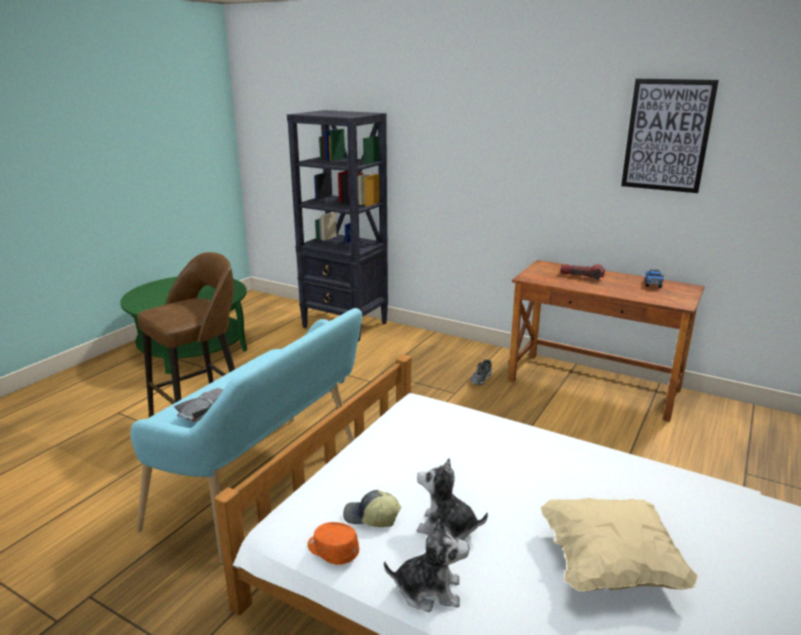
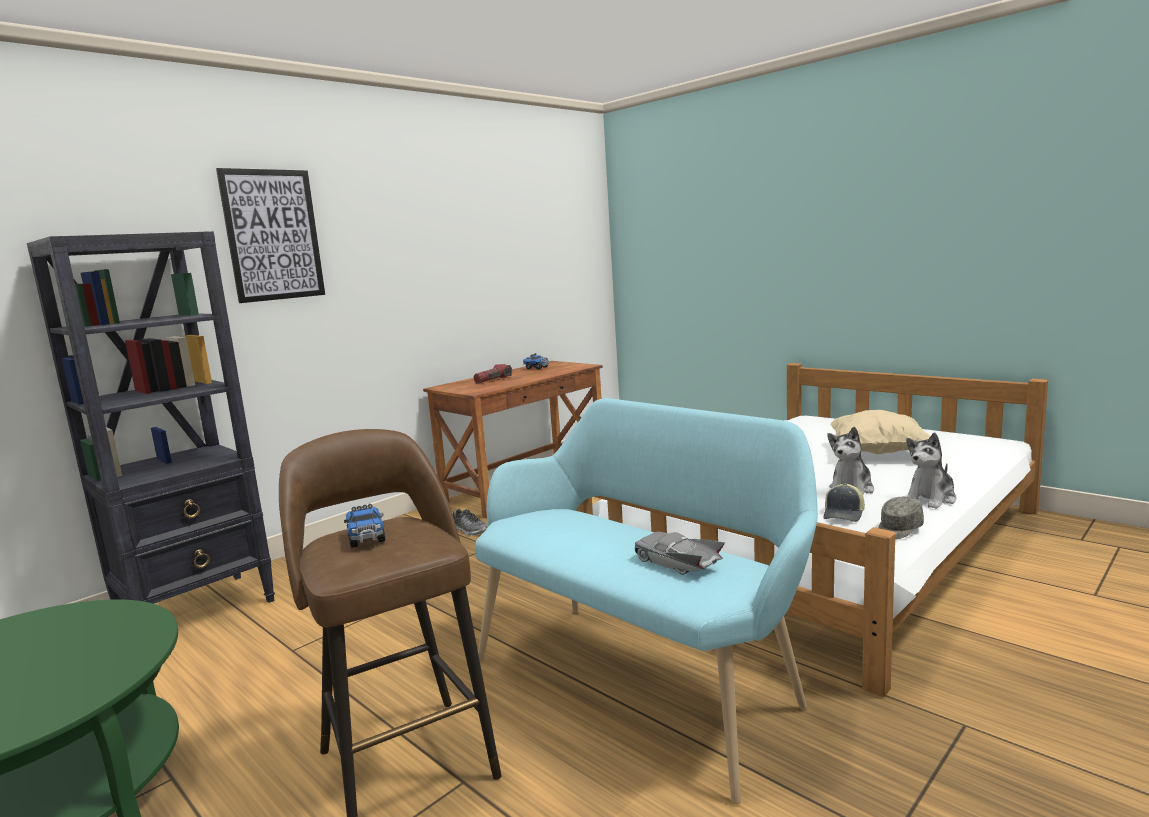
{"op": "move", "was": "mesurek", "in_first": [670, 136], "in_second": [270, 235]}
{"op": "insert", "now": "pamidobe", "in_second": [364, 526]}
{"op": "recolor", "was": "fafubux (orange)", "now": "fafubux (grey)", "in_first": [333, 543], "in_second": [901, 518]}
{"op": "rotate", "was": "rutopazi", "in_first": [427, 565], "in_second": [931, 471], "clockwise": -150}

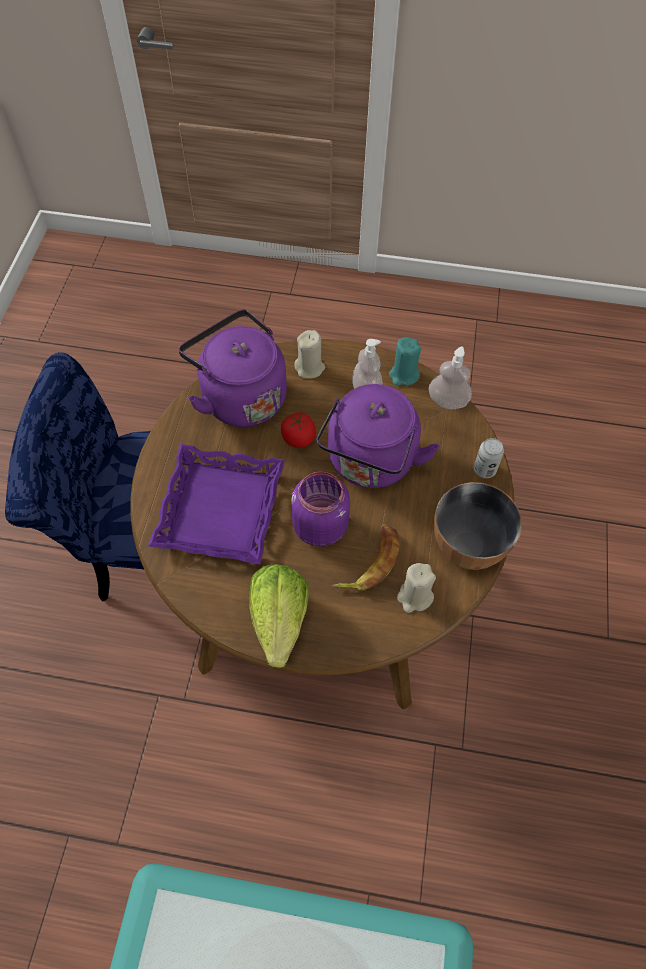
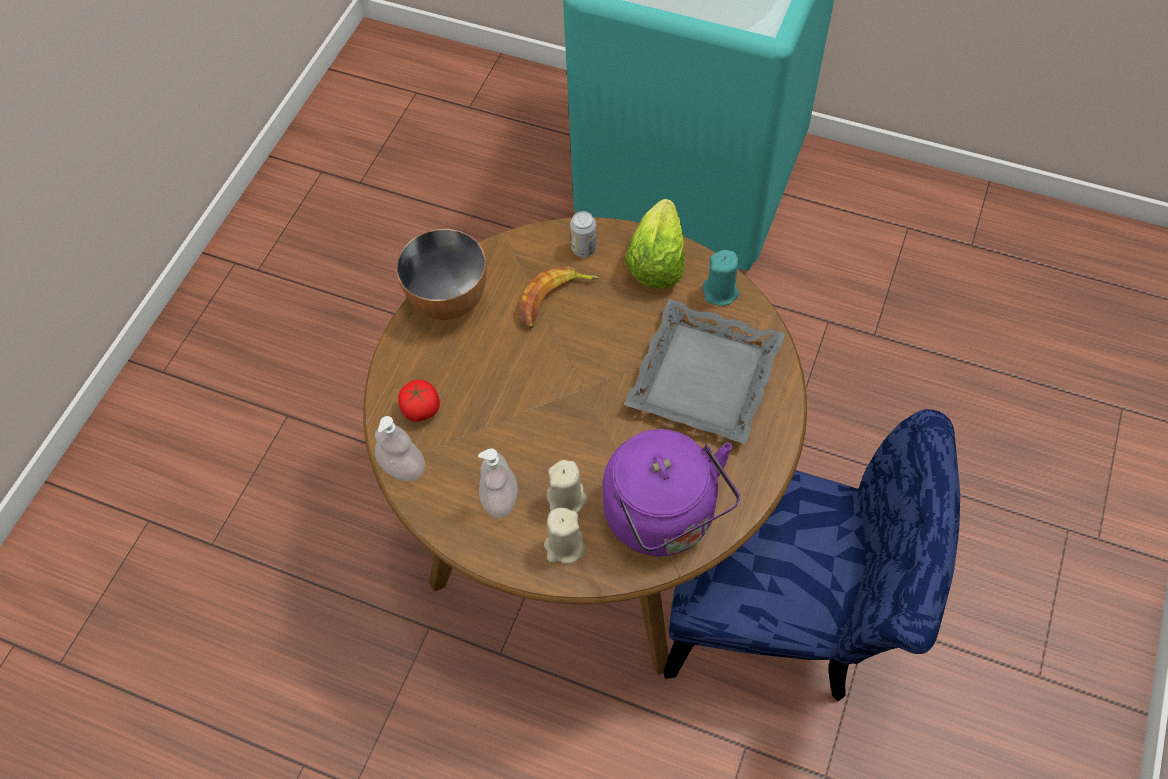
{"op": "move", "was": "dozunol", "in_first": [298, 430], "in_second": [419, 401]}
{"op": "move", "was": "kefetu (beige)", "in_first": [416, 588], "in_second": [566, 486]}
{"op": "move", "was": "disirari", "in_first": [489, 458], "in_second": [583, 234]}
{"op": "recolor", "was": "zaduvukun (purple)", "now": "zaduvukun (grey)", "in_first": [216, 504], "in_second": [704, 371]}
{"op": "move", "was": "kefetu (turquoise)", "in_first": [405, 361], "in_second": [721, 278]}
{"op": "delete", "was": "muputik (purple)", "in_first": [320, 509]}
{"op": "delete", "was": "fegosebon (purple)", "in_first": [378, 436]}

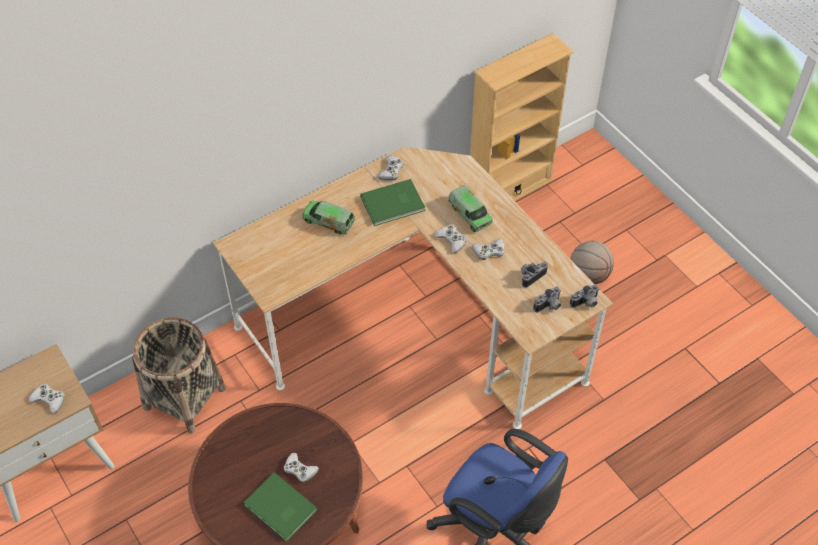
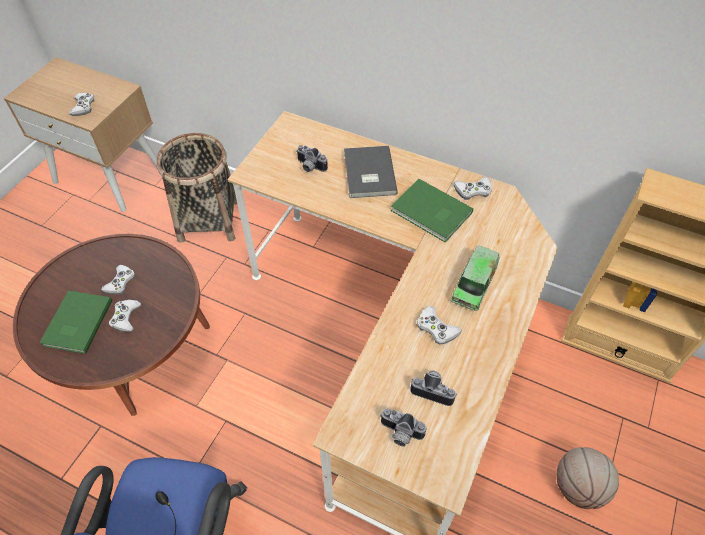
{"op": "move", "was": "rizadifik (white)", "in_first": [450, 239], "in_second": [118, 280]}
{"op": "move", "was": "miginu", "in_first": [585, 296], "in_second": [312, 158]}
{"op": "replace", "was": "pamidobe", "now": "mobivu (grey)", "in_first": [328, 218], "in_second": [371, 172]}

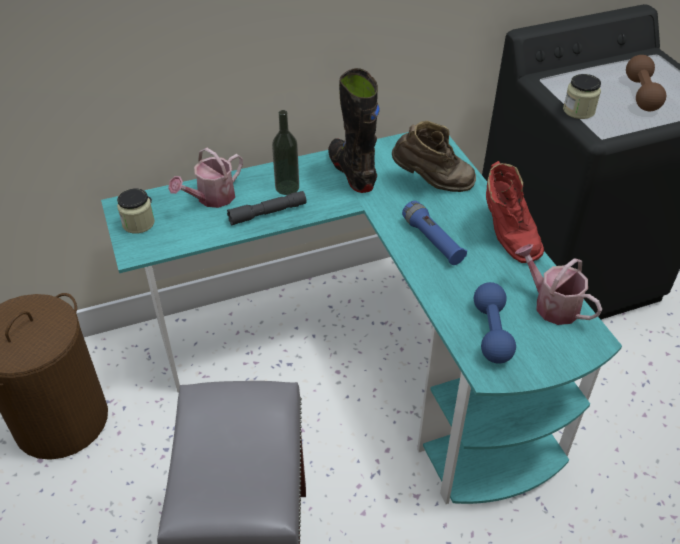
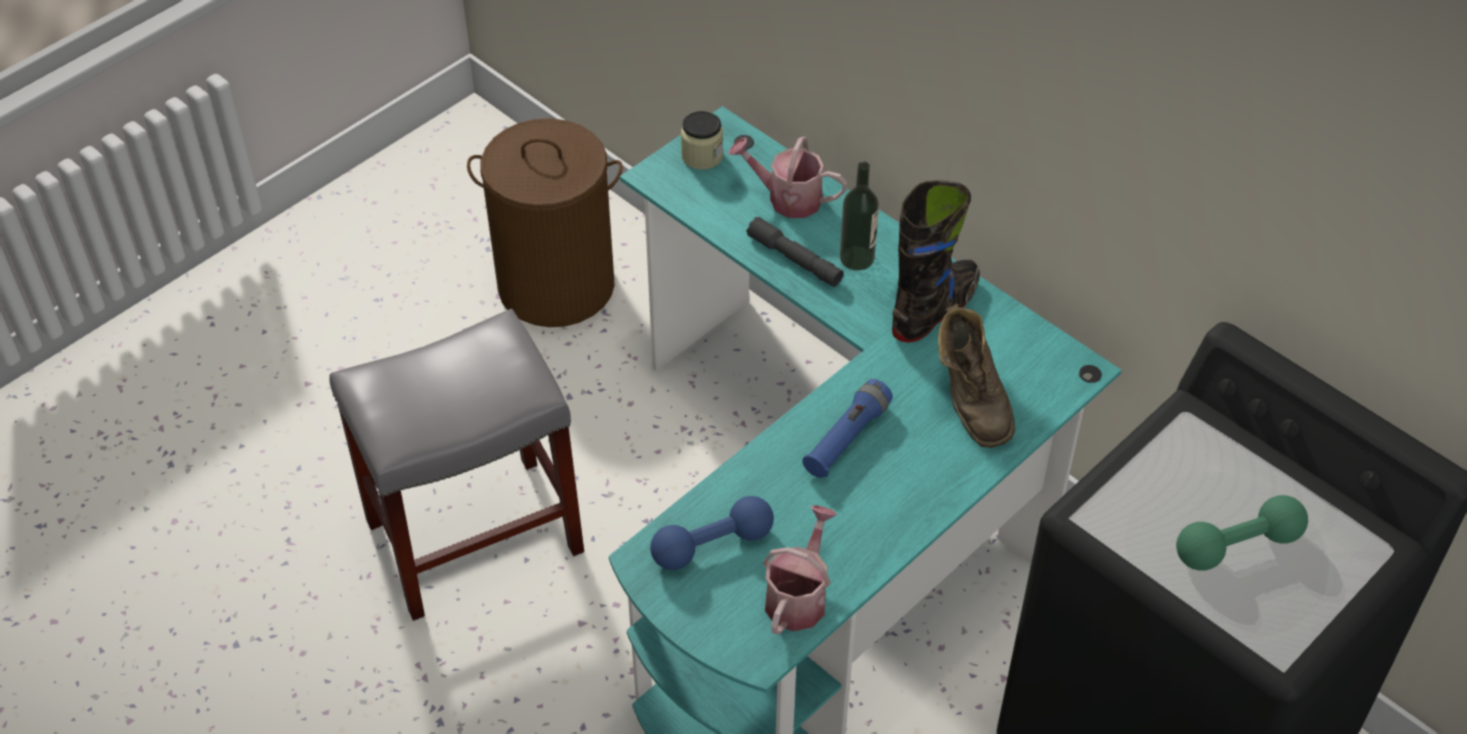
{"op": "recolor", "was": "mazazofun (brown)", "now": "mazazofun (green)", "in_first": [646, 83], "in_second": [1242, 533]}
{"op": "delete", "was": "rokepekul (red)", "in_first": [515, 212]}
{"op": "delete", "was": "muputik", "in_first": [582, 96]}

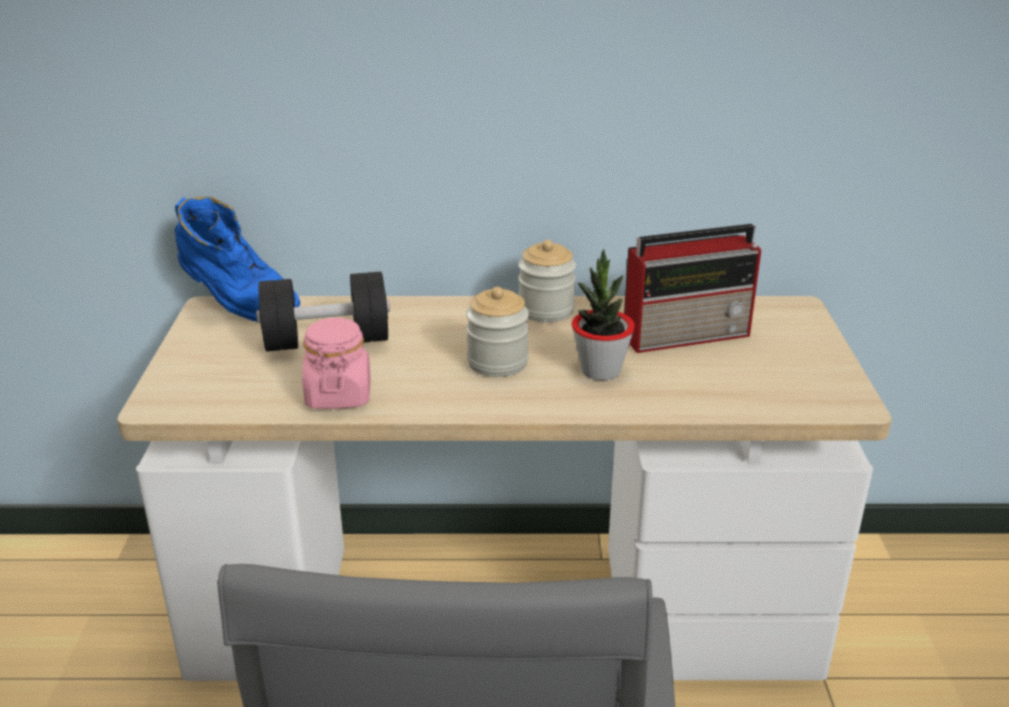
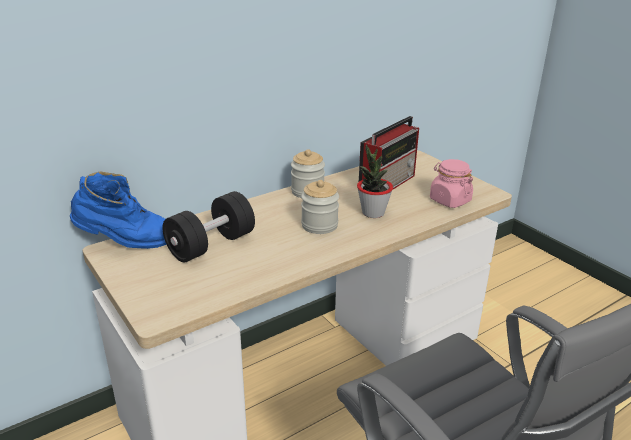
{"op": "move", "was": "muputik (pink)", "in_first": [336, 363], "in_second": [451, 183]}

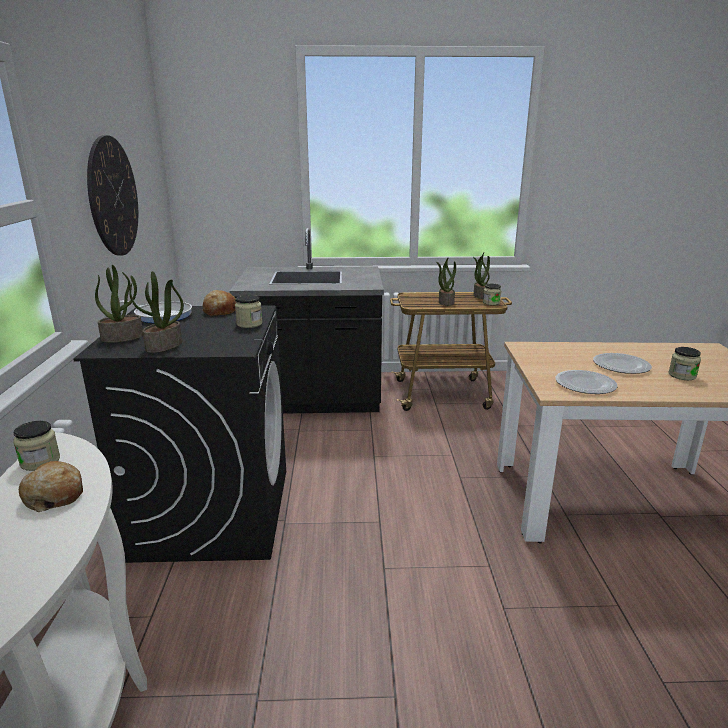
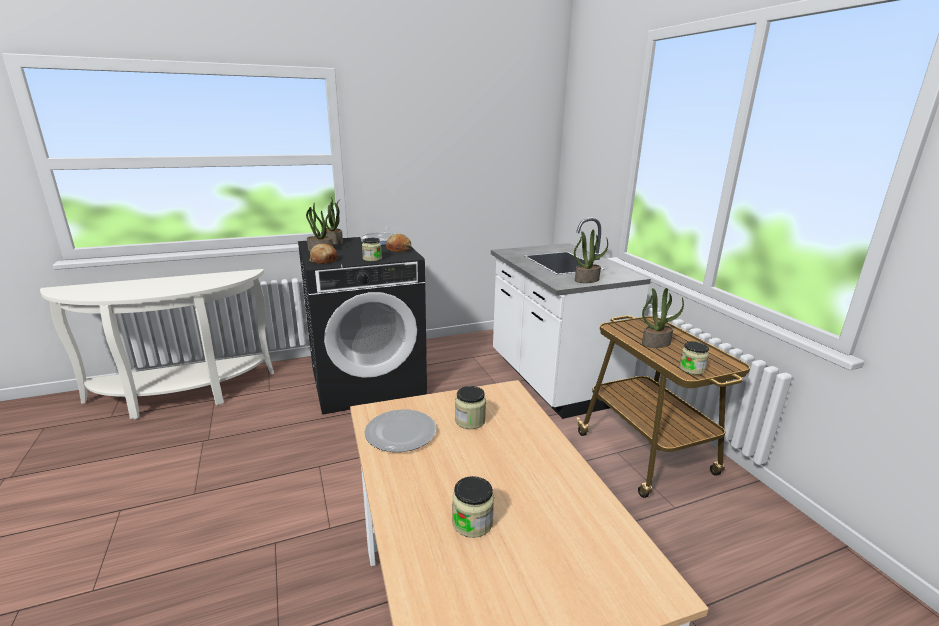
{"op": "move", "was": "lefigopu", "in_first": [51, 486], "in_second": [323, 254]}
{"op": "move", "was": "muputik", "in_first": [36, 446], "in_second": [470, 407]}
{"op": "recolor", "was": "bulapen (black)", "now": "bulapen (white)", "in_first": [306, 321], "in_second": [571, 318]}
{"op": "move", "was": "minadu", "in_first": [481, 276], "in_second": [591, 256]}
{"op": "delete", "was": "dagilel", "in_first": [112, 195]}
{"op": "delete", "was": "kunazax", "in_first": [622, 363]}

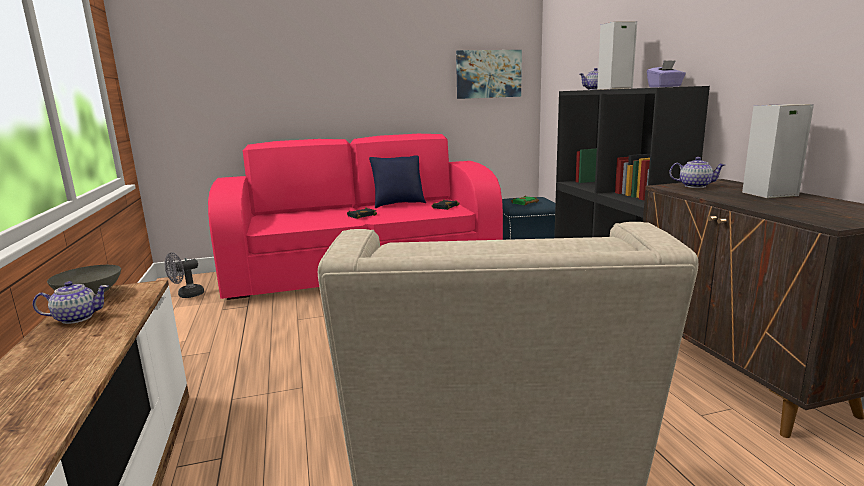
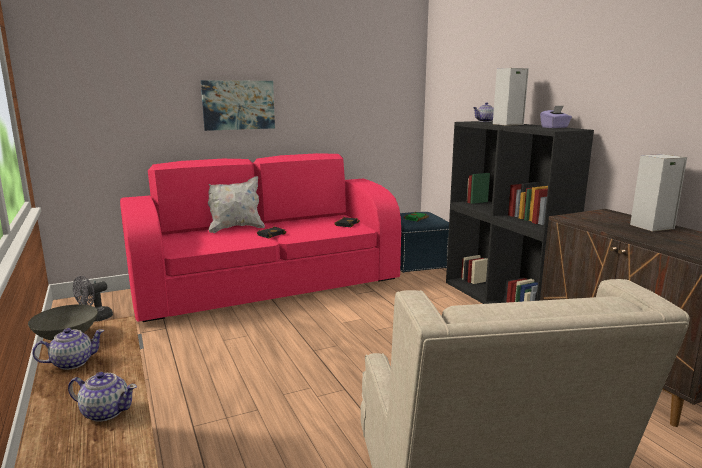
{"op": "move", "was": "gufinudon", "in_first": [697, 172], "in_second": [102, 397]}
{"op": "move", "was": "mesurek", "in_first": [489, 74], "in_second": [238, 105]}
{"op": "insert", "now": "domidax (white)", "in_second": [236, 204]}
{"op": "delete", "was": "domidax (blue)", "in_first": [397, 181]}

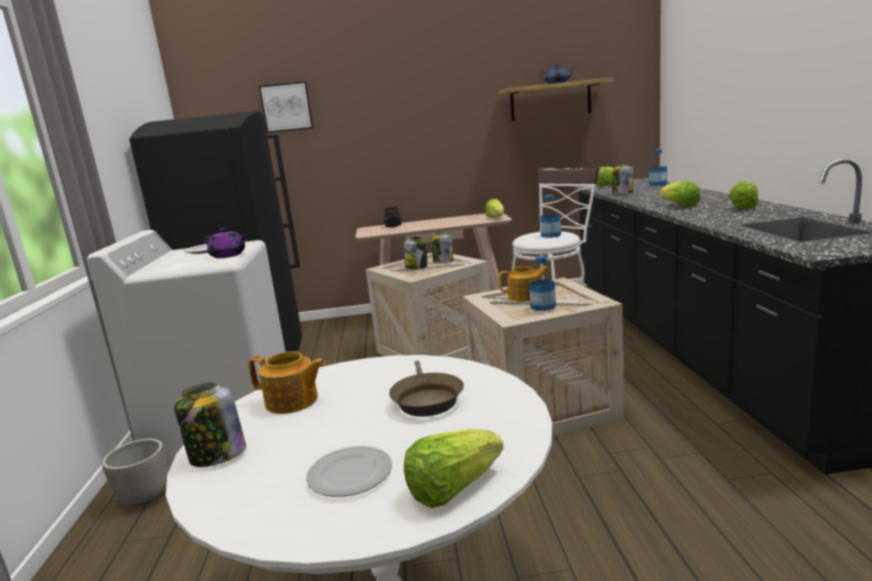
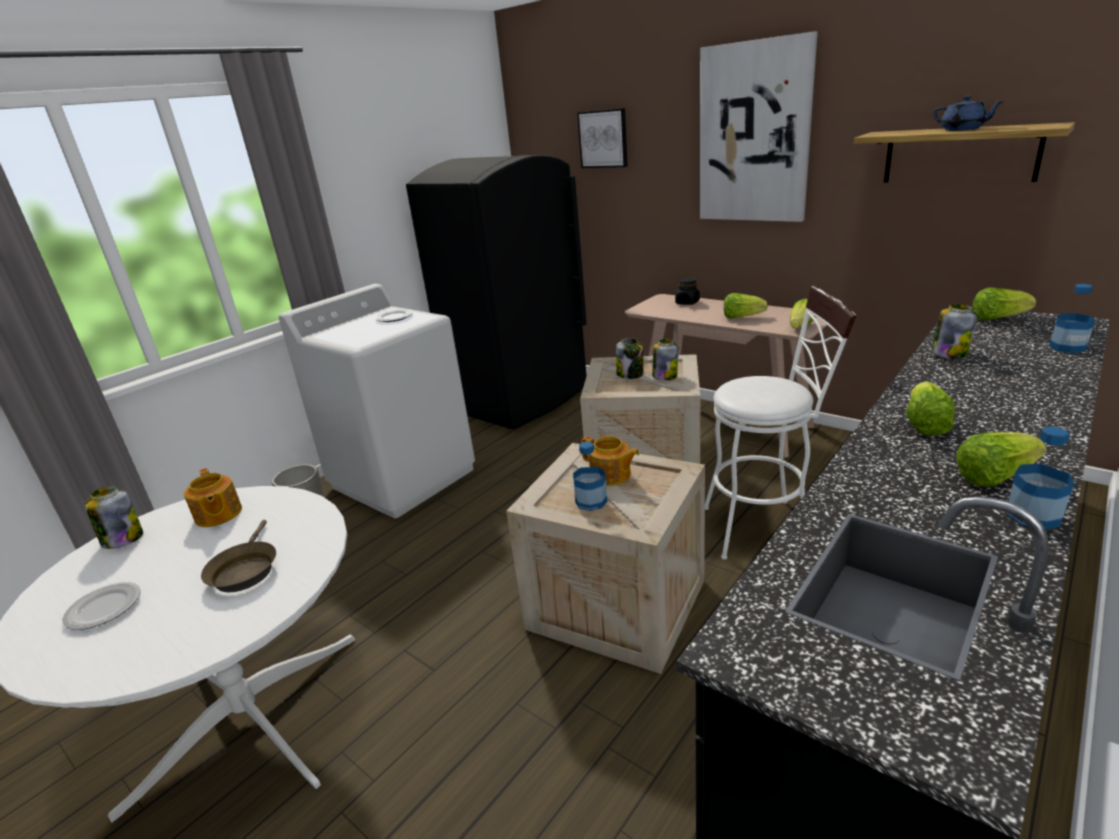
{"op": "rotate", "was": "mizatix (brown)", "in_first": [426, 389], "in_second": [238, 556], "clockwise": -45}
{"op": "insert", "now": "mesurek", "in_second": [759, 126]}
{"op": "move", "was": "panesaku", "in_first": [454, 468], "in_second": [746, 306]}
{"op": "move", "was": "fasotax", "in_first": [550, 216], "in_second": [1040, 478]}
{"op": "delete", "was": "gufinudon (purple)", "in_first": [225, 243]}

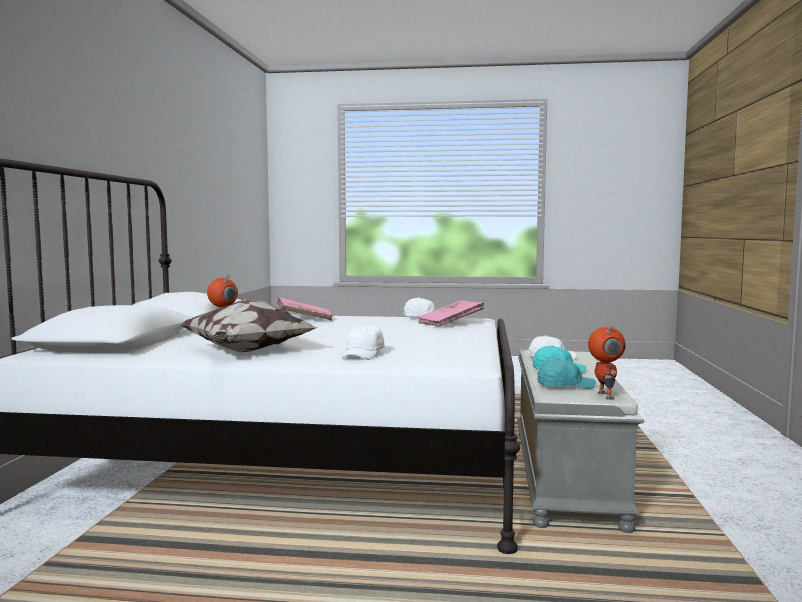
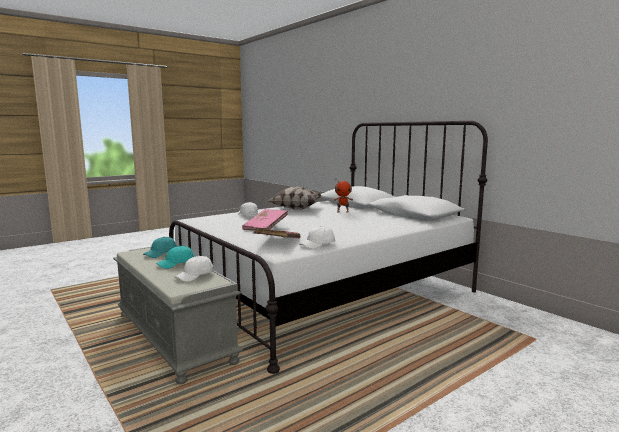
{"op": "move", "was": "mobivu (pink)", "in_first": [305, 309], "in_second": [265, 220]}
{"op": "delete", "was": "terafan", "in_first": [607, 362]}

